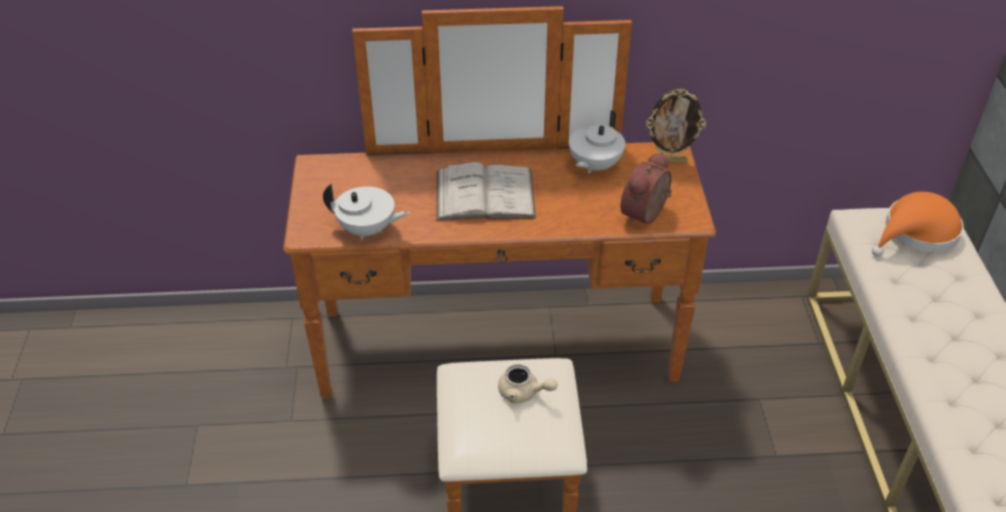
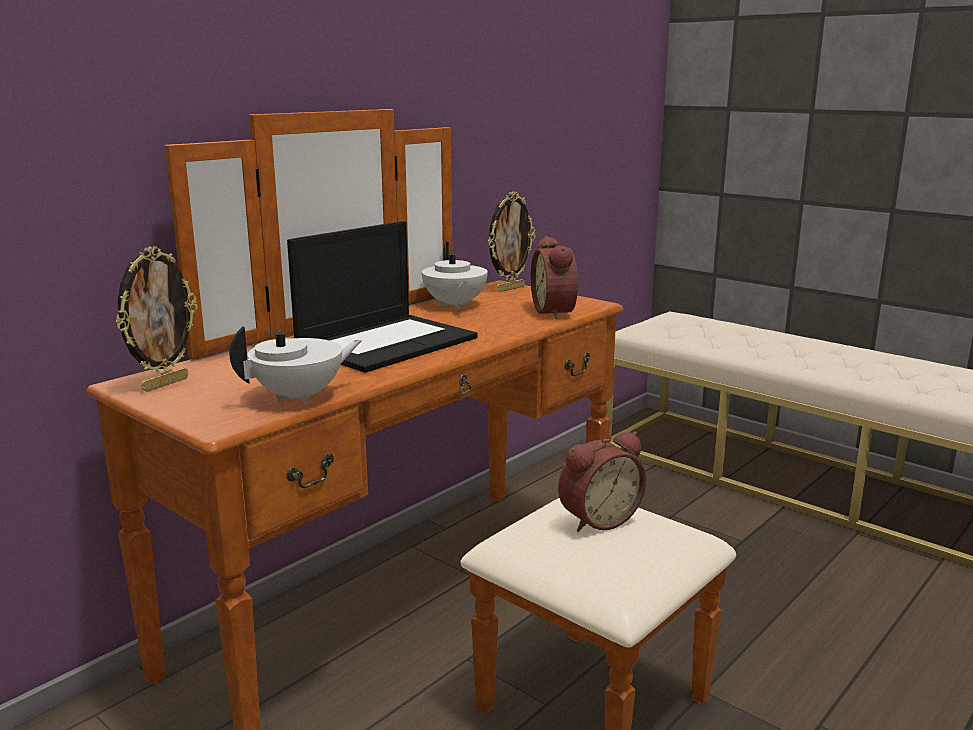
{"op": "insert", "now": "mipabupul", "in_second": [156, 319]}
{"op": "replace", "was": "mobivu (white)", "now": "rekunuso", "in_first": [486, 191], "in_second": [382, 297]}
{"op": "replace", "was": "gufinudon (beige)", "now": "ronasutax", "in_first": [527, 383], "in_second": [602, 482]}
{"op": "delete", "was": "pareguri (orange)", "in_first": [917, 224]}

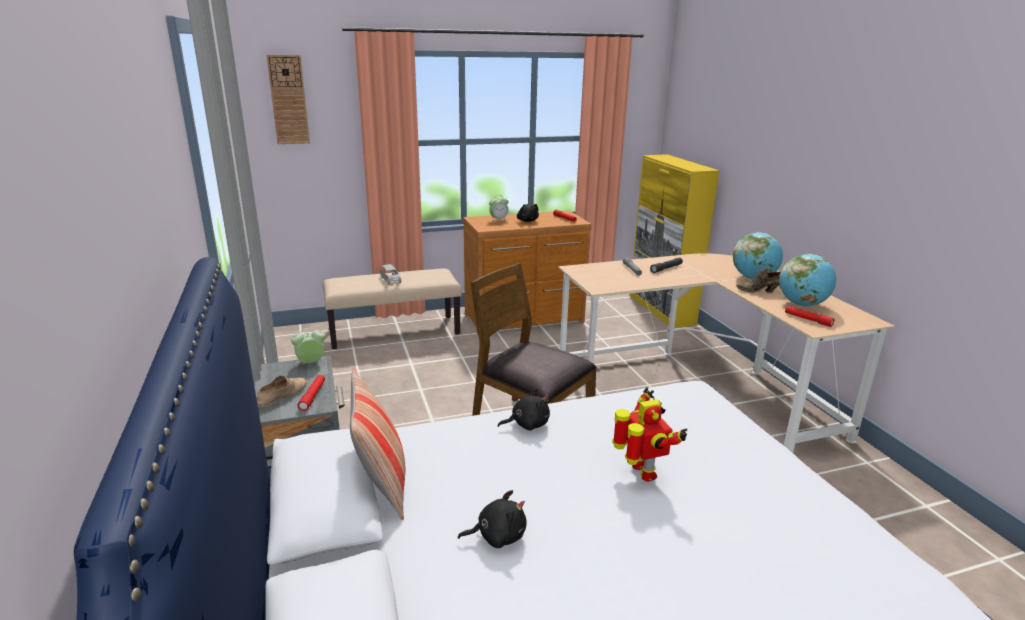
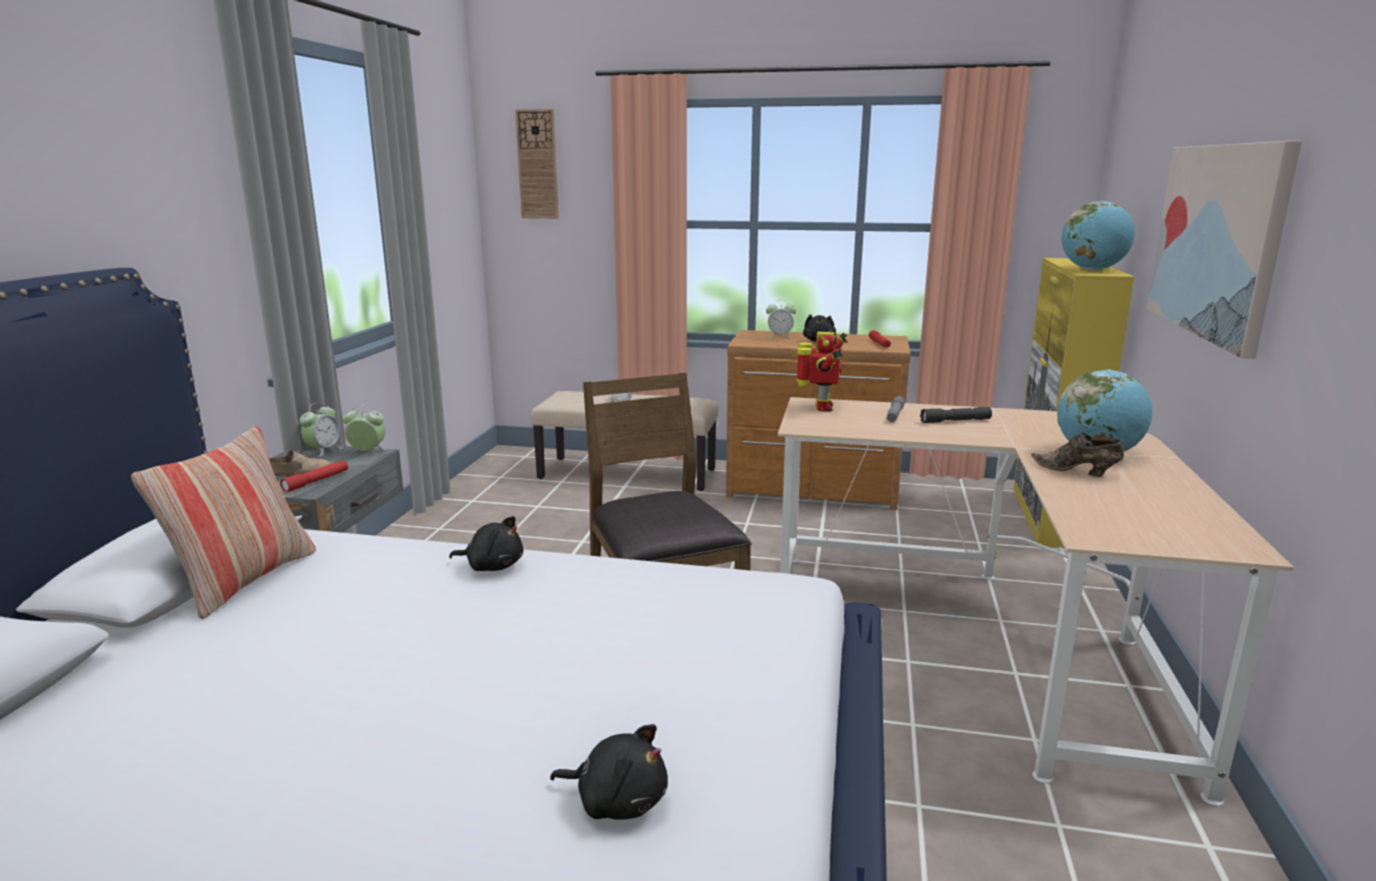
{"op": "insert", "now": "ronasutax", "in_second": [321, 430]}
{"op": "move", "was": "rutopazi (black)", "in_first": [492, 519], "in_second": [609, 772]}
{"op": "move", "was": "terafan", "in_first": [649, 434], "in_second": [822, 371]}
{"op": "move", "was": "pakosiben", "in_first": [807, 280], "in_second": [1098, 235]}
{"op": "insert", "now": "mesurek", "in_second": [1224, 250]}
{"op": "delete", "was": "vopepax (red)", "in_first": [810, 316]}

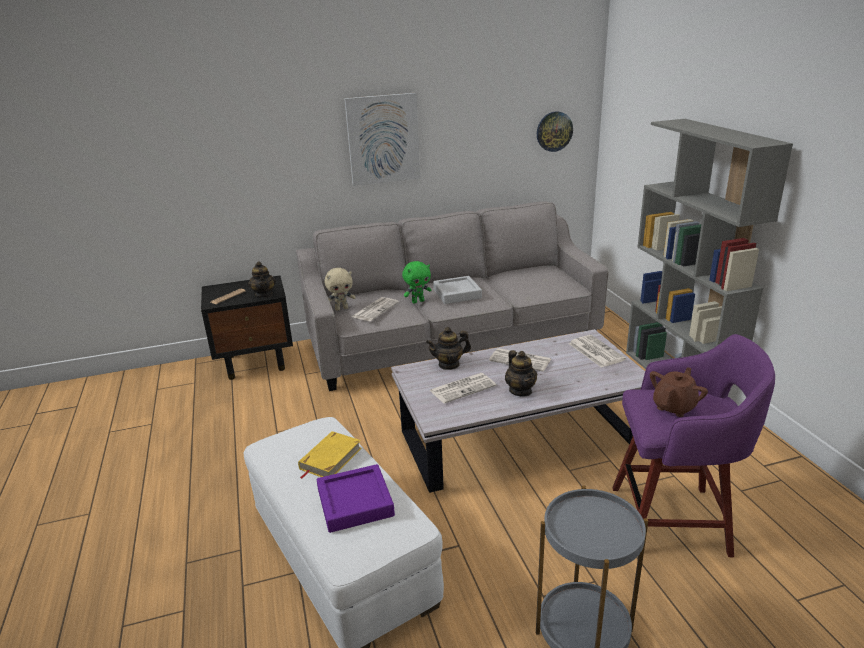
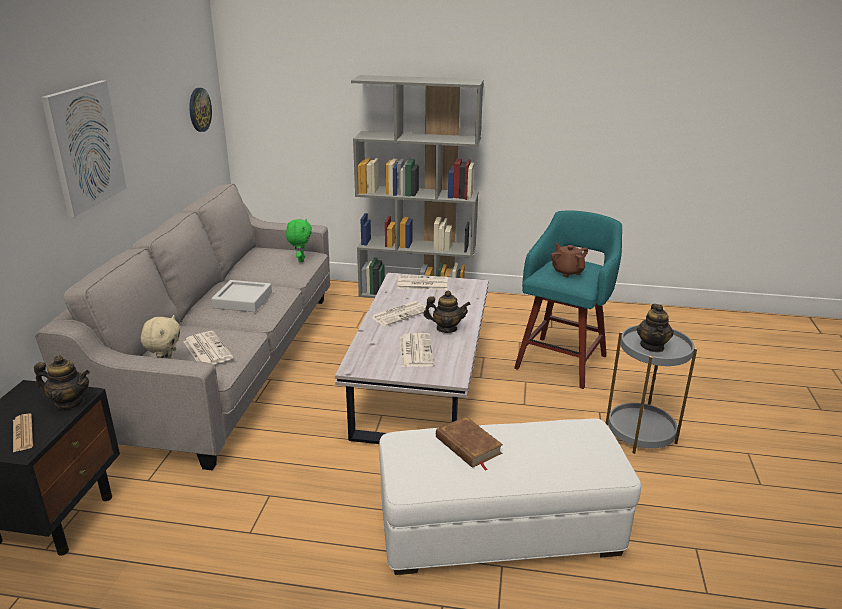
{"op": "move", "was": "rutopazi (green)", "in_first": [416, 282], "in_second": [299, 240]}
{"op": "recolor", "was": "mobivu (yellow)", "now": "mobivu (brown)", "in_first": [329, 455], "in_second": [469, 443]}
{"op": "recolor", "was": "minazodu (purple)", "now": "minazodu (turquoise)", "in_first": [693, 445], "in_second": [568, 299]}
{"op": "move", "was": "gufinudon", "in_first": [448, 348], "in_second": [655, 328]}
{"op": "delete", "was": "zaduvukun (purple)", "in_first": [356, 498]}

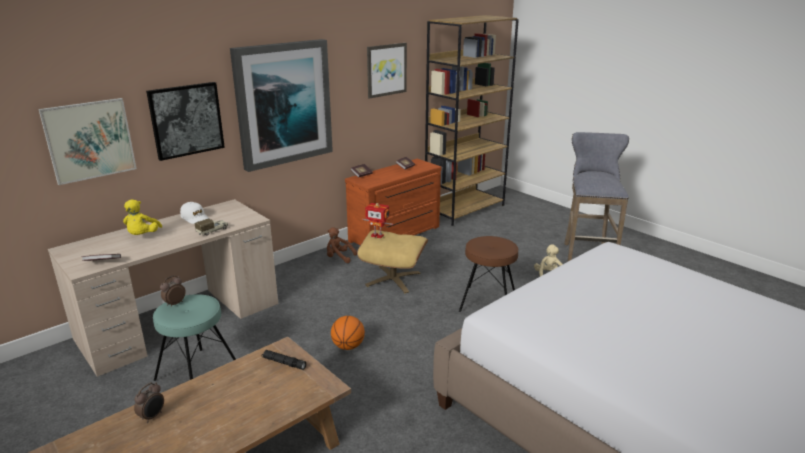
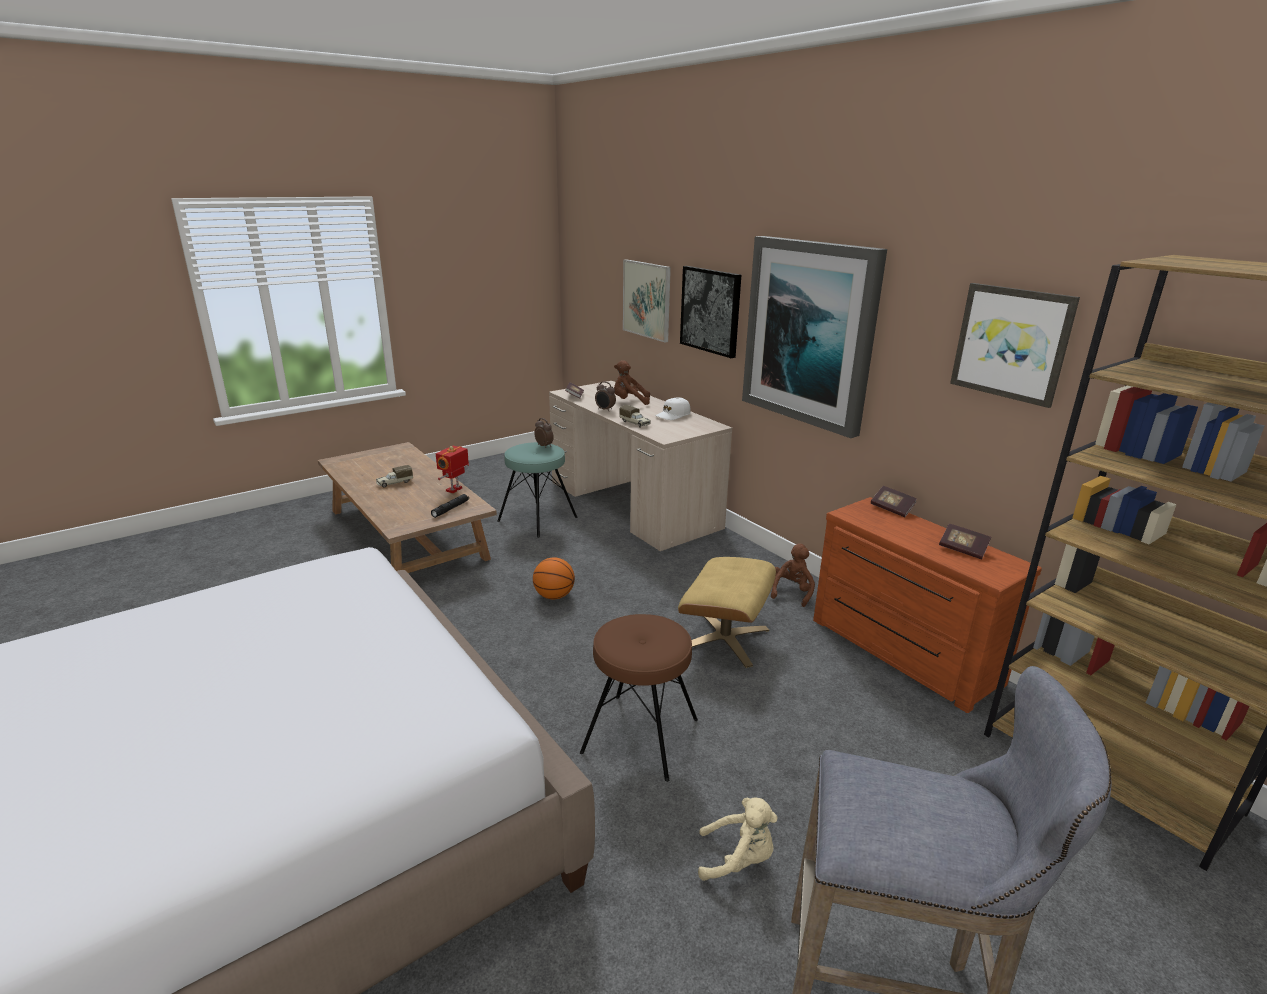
{"op": "insert", "now": "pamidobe", "in_second": [394, 476]}
{"op": "move", "was": "terafan", "in_first": [377, 220], "in_second": [452, 469]}
{"op": "move", "was": "ronasutax", "in_first": [149, 402], "in_second": [605, 396]}
{"op": "recolor", "was": "rutopazi (yellow)", "now": "rutopazi (brown)", "in_first": [142, 217], "in_second": [632, 382]}

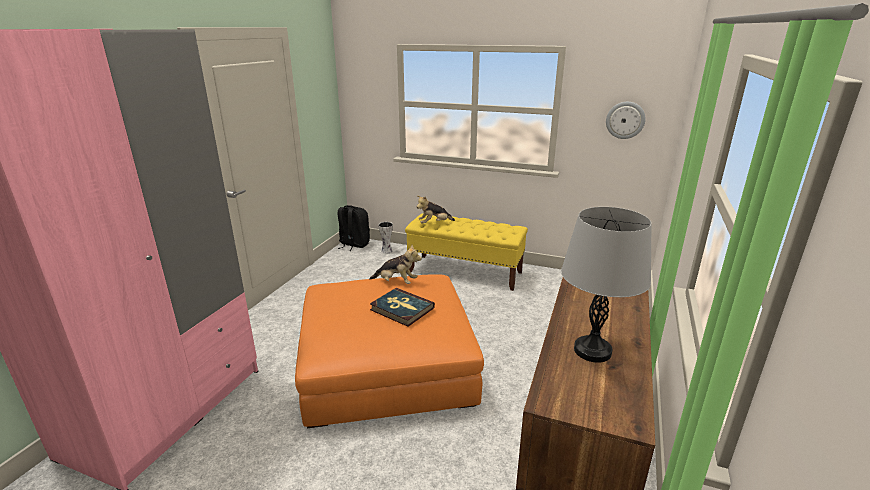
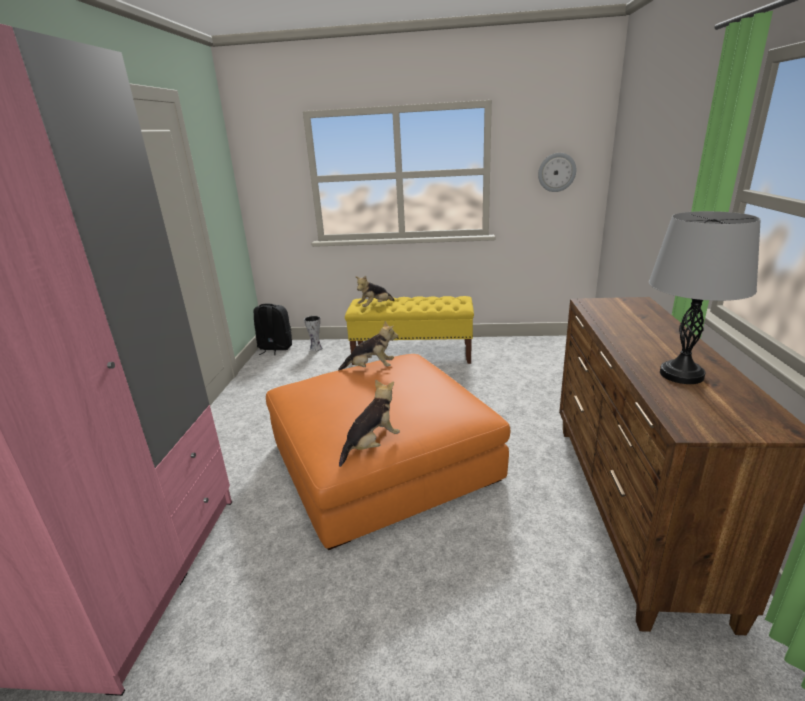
{"op": "insert", "now": "rutopazi", "in_second": [369, 423]}
{"op": "delete", "was": "mobivu", "in_first": [402, 307]}

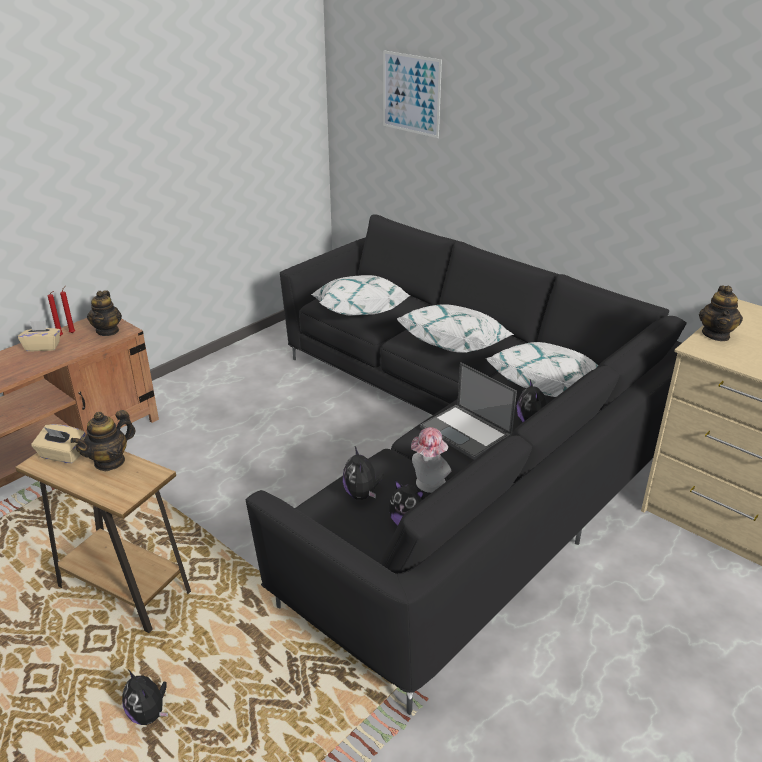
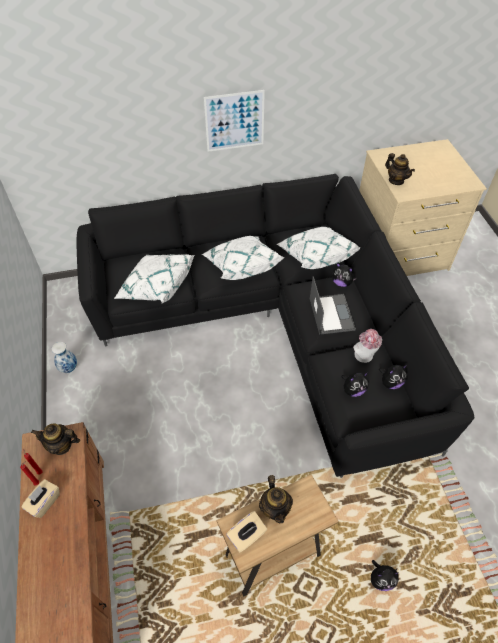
{"op": "rotate", "was": "gufinudon", "in_first": [104, 313], "in_second": [55, 439], "clockwise": 150}
{"op": "insert", "now": "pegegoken", "in_second": [64, 357]}
{"op": "move", "was": "mesurek", "in_first": [412, 94], "in_second": [234, 121]}
{"op": "rotate", "was": "rekunuso", "in_first": [468, 411], "in_second": [333, 305], "clockwise": -90}
{"op": "rotate", "was": "rutopazi", "in_first": [363, 473], "in_second": [355, 384], "clockwise": -45}

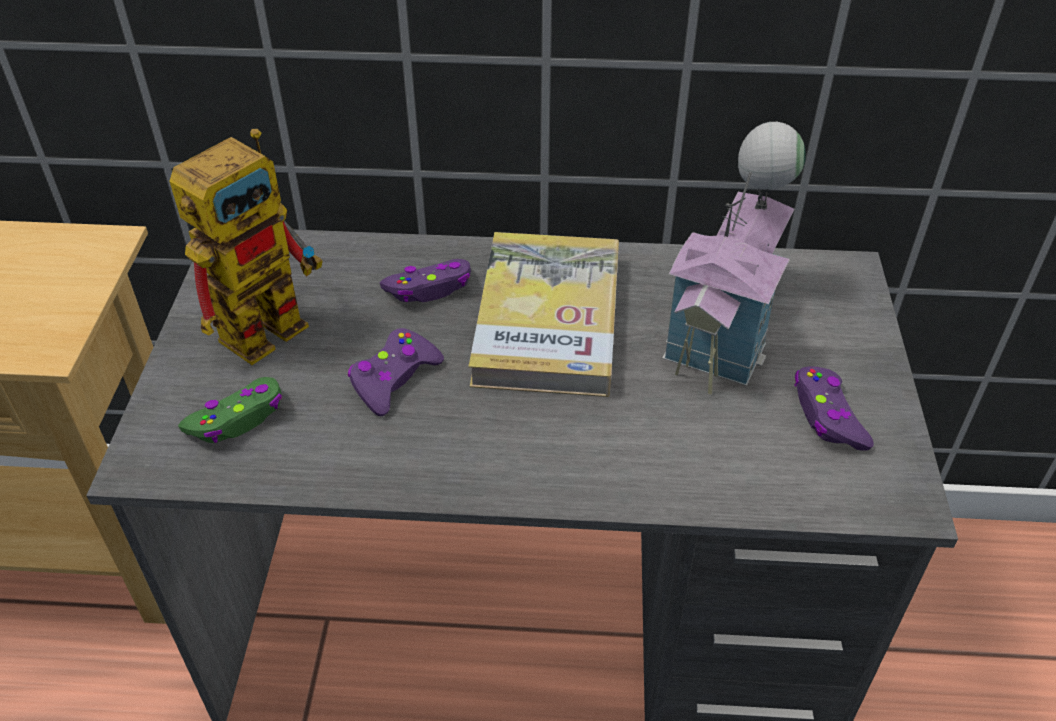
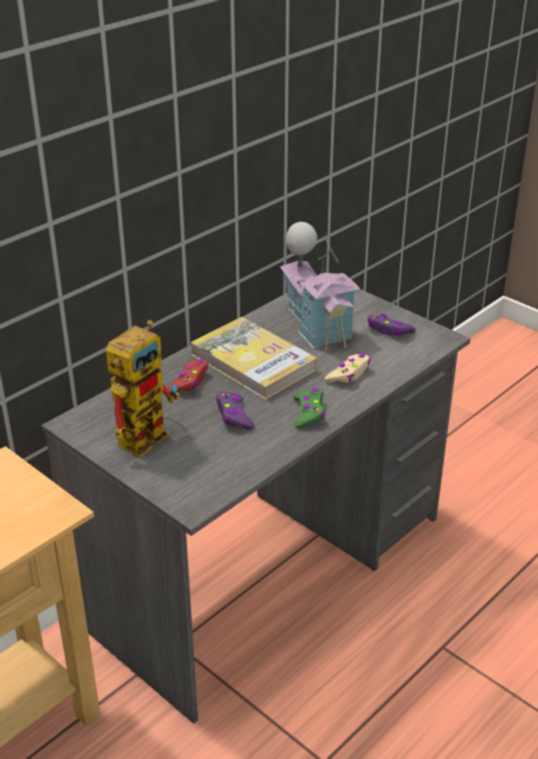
{"op": "rotate", "was": "terafan", "in_first": [246, 247], "in_second": [143, 388], "clockwise": 45}
{"op": "recolor", "was": "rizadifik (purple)", "now": "rizadifik (red)", "in_first": [425, 280], "in_second": [188, 375]}
{"op": "move", "was": "rizadifik (green)", "in_first": [230, 410], "in_second": [309, 407]}
{"op": "insert", "now": "rizadifik (beige)", "in_second": [347, 368]}

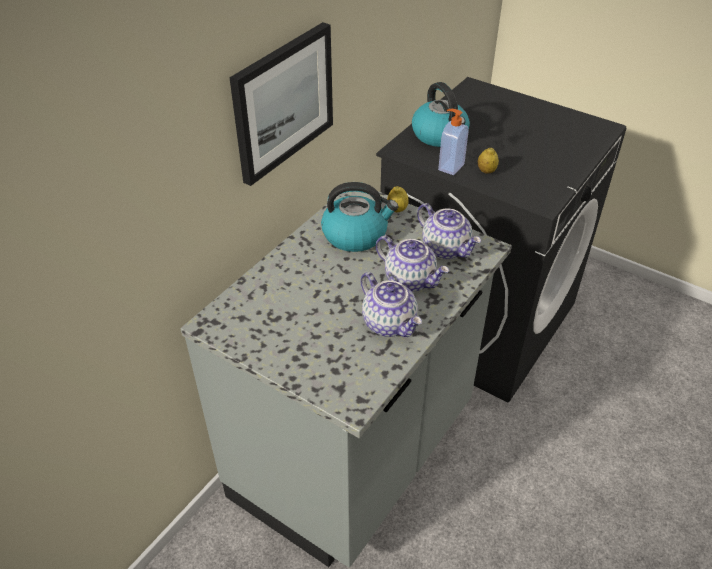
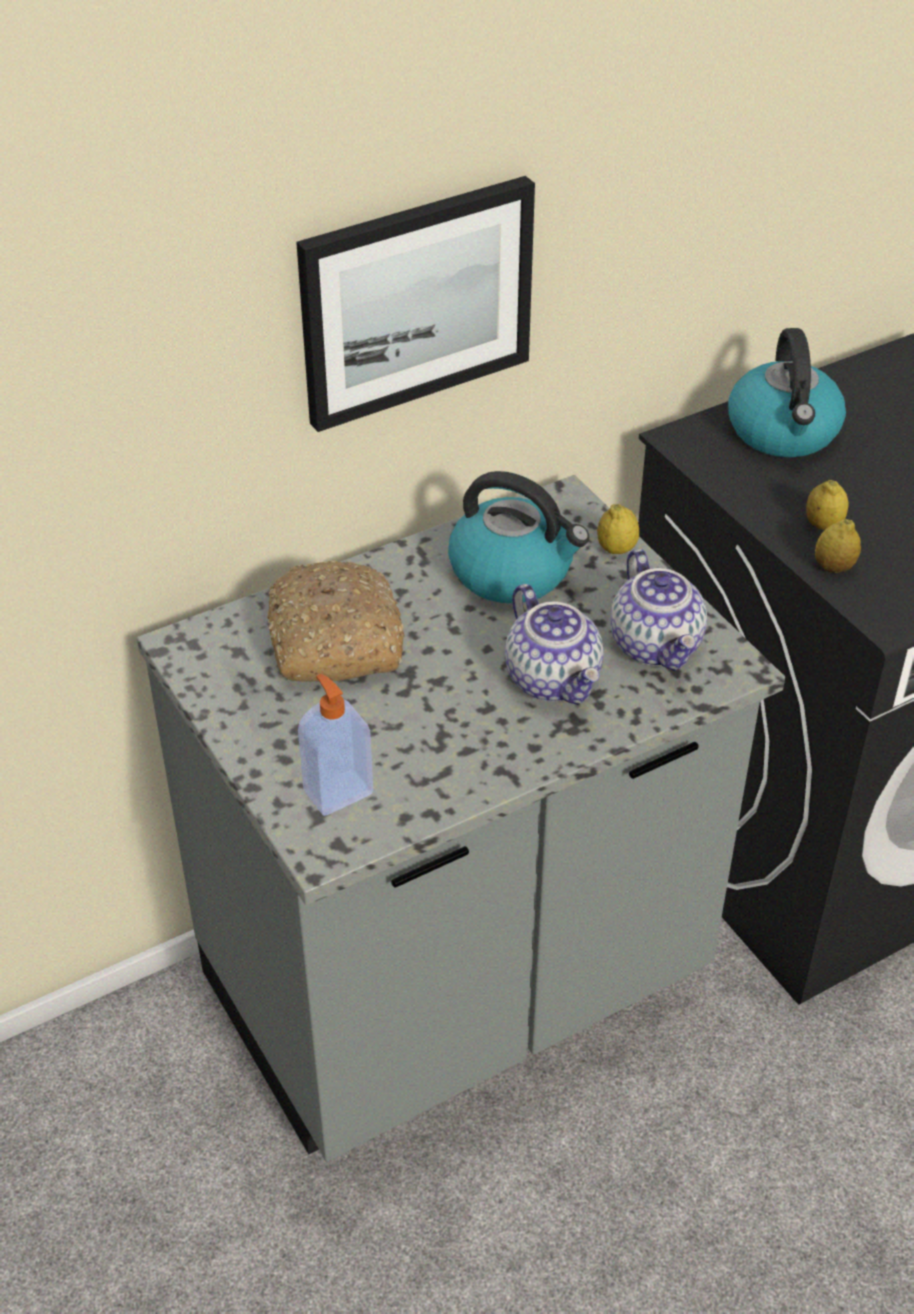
{"op": "insert", "now": "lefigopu", "in_second": [336, 621]}
{"op": "move", "was": "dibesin", "in_first": [453, 142], "in_second": [335, 745]}
{"op": "insert", "now": "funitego", "in_second": [838, 546]}
{"op": "delete", "was": "gufinudon", "in_first": [391, 304]}

